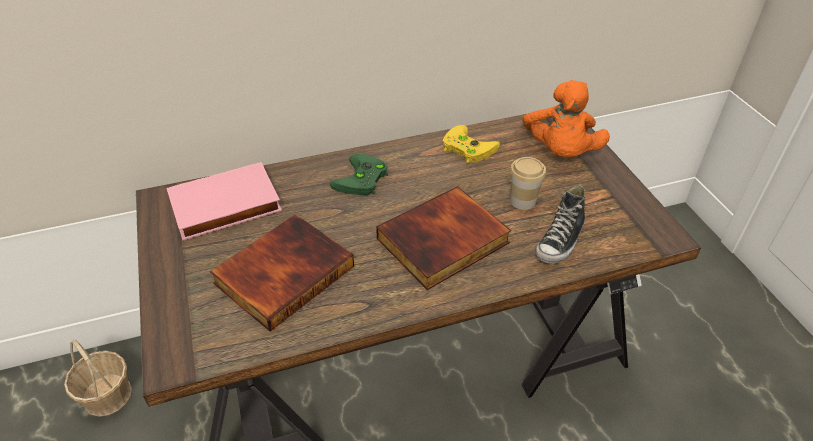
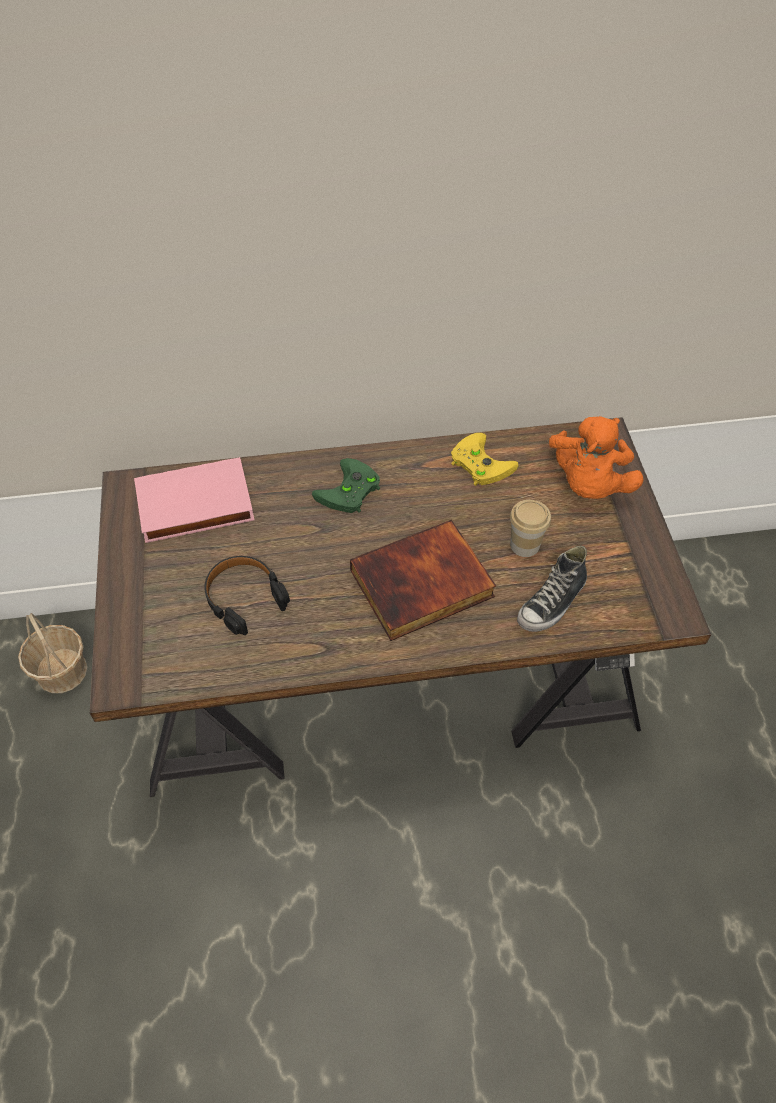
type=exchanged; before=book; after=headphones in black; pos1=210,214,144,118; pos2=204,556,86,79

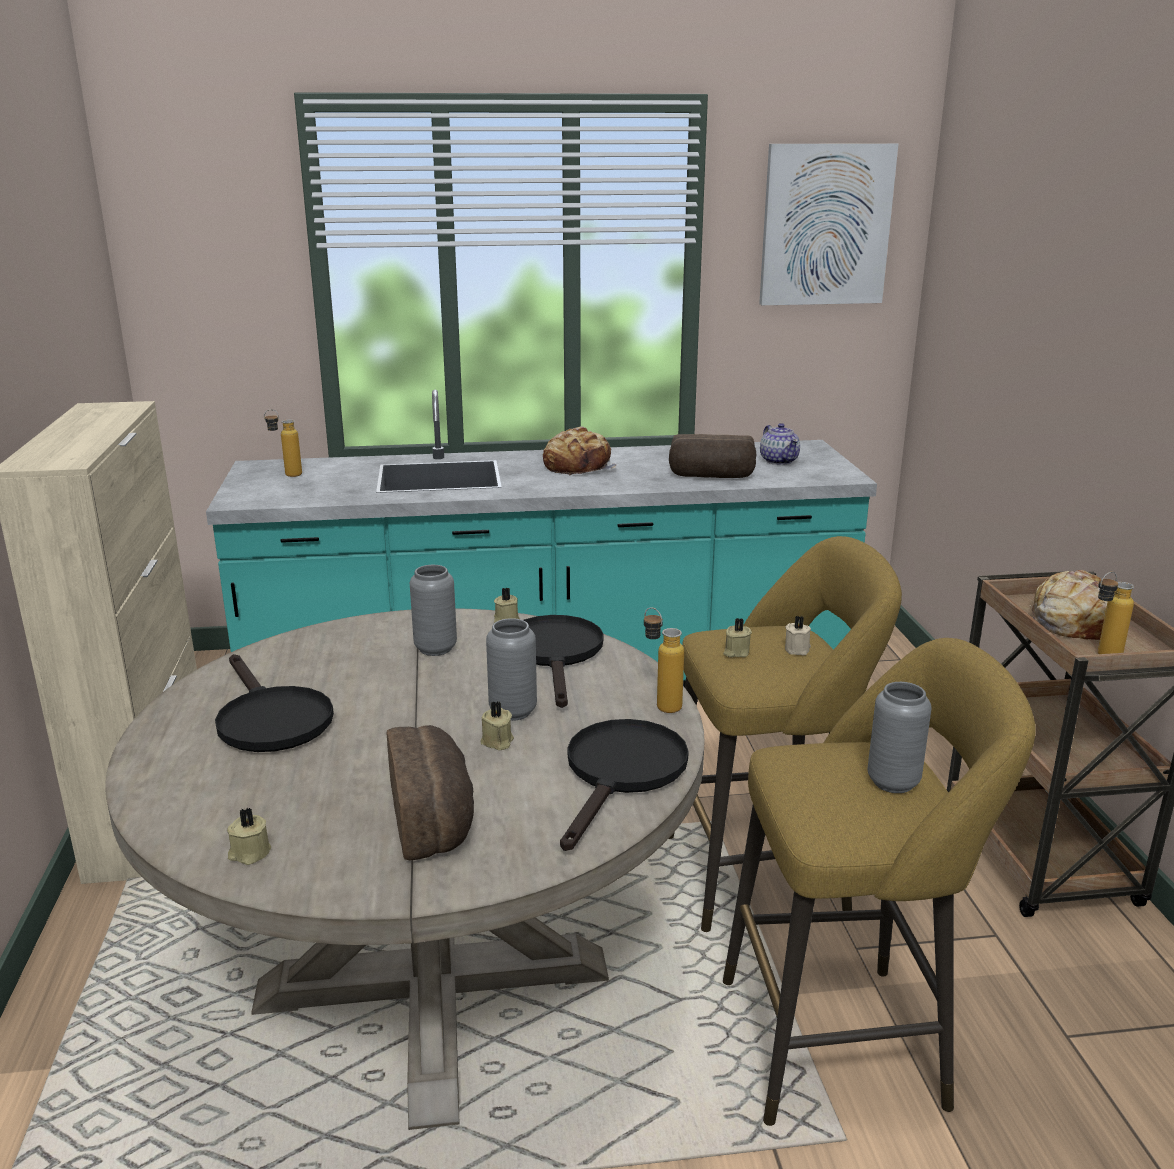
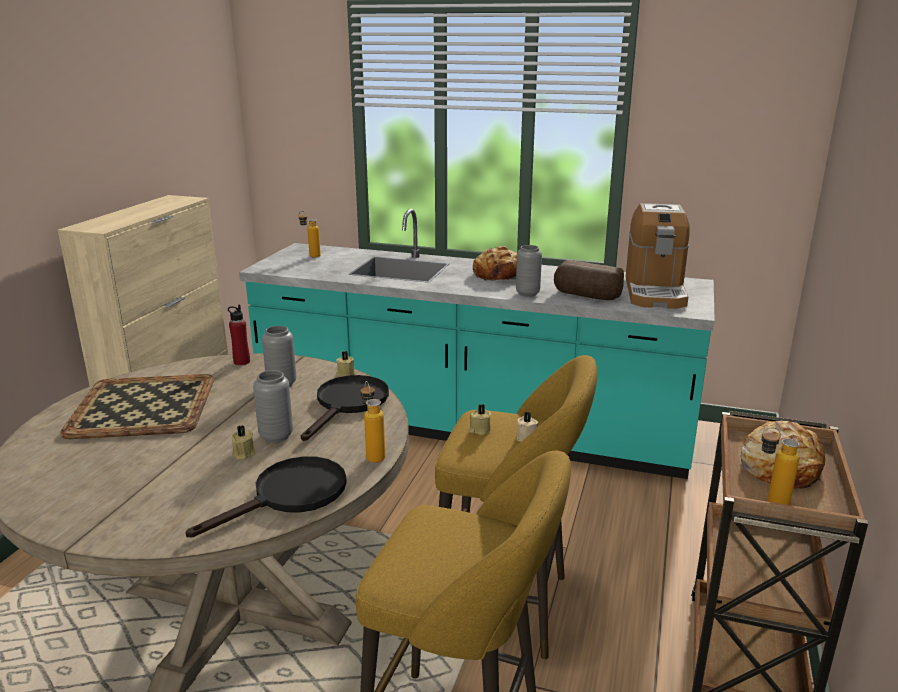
type=exchanged; before=frying pan in black; after=tray; pos1=215,654,119,98; pos2=60,374,154,65
type=missing; before=candle in beige; pos1=227,807,44,58
type=missing; before=bread; pos1=386,725,88,136
type=missing; before=picture; pos1=759,143,139,162
type=exchanged; before=teapot; after=coffee machine; pos1=760,423,40,42; pos2=626,203,64,106
type=relocated; before=vase in grey; pos1=867,682,65,111; pos2=516,245,26,52
type=appeared; after=bottle in red; pos2=228,304,22,61

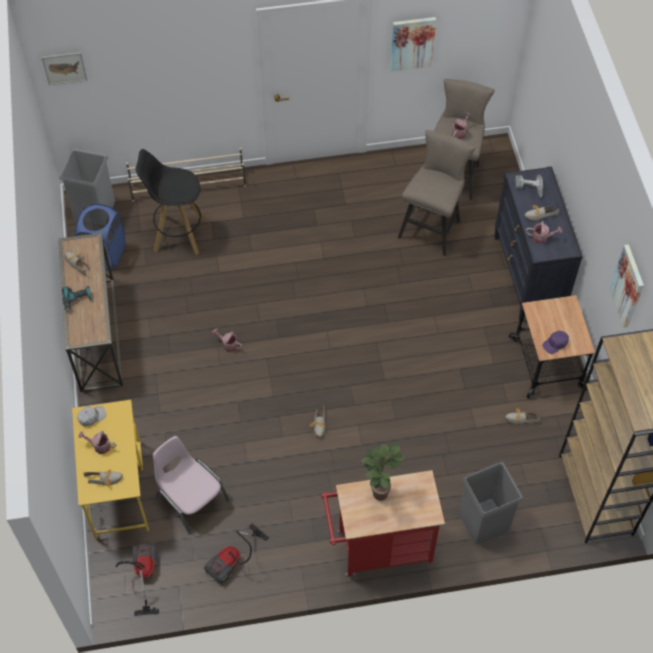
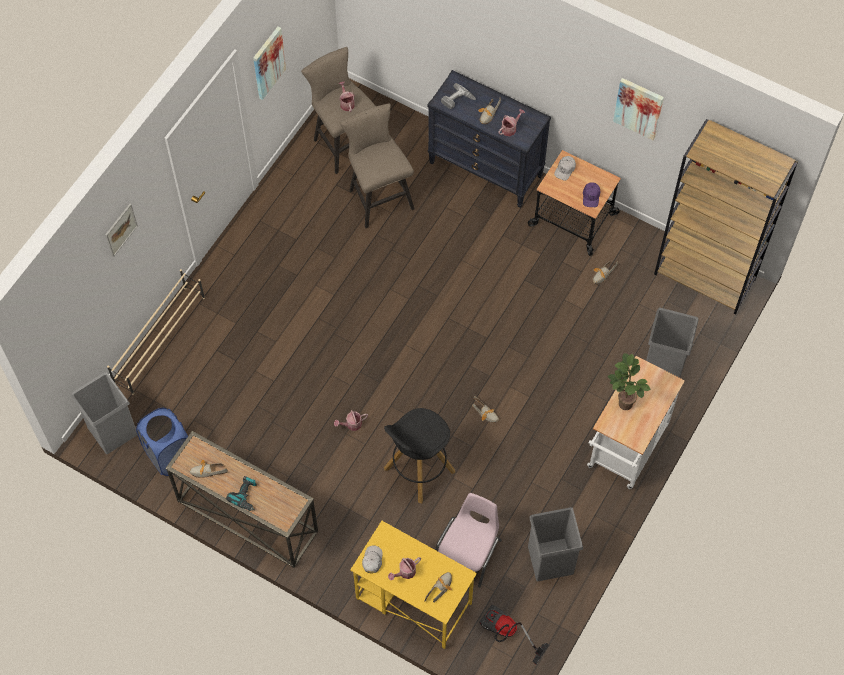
type=relocated; before=picture; pos1=42,52,45,34; pos2=105,204,33,53
type=relocated; before=stool in black; pos1=135,149,70,106; pos2=384,408,71,95
type=spun; before=chair in pink; pos1=153,436,76,98; pos2=436,493,66,95; turn=120
type=exchanged; before=vacuum cleaner; after=trash can in grey; pos1=204,523,65,61; pos2=528,507,55,75
type=colour; before=cart in red; after=cart in white; pos1=321,470,124,107; pos2=587,356,98,134
type=appeared; after=cap in white; pos2=554,156,22,25

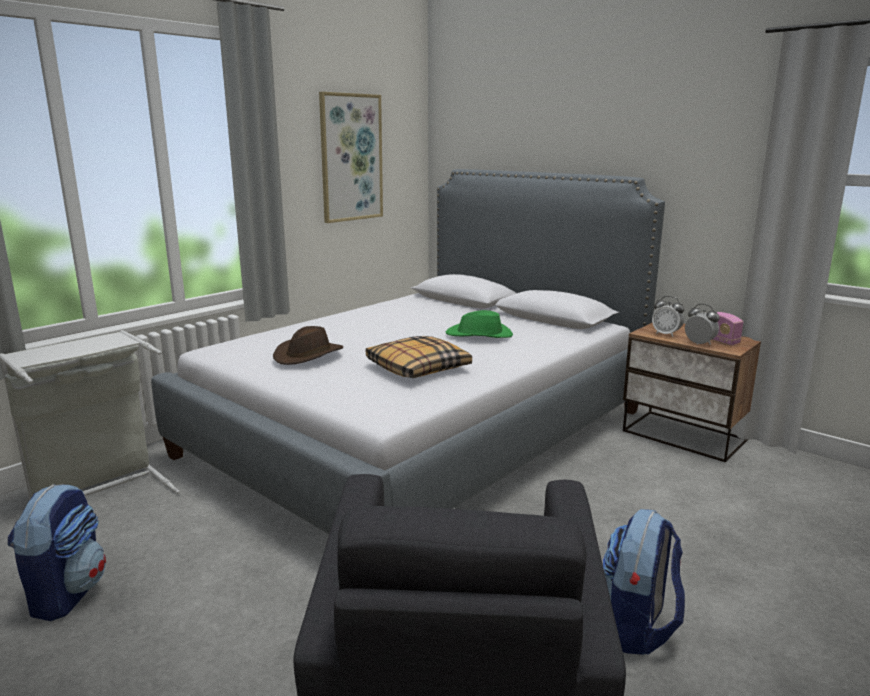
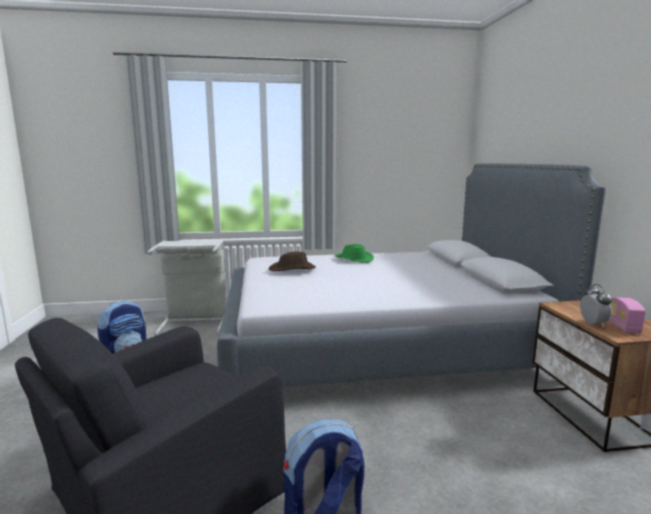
type=missing; before=picture; pos1=319,92,64,131
type=missing; before=pillow; pos1=366,336,106,42
type=relocated; before=hat in green; pos1=446,310,67,28; pos2=334,244,40,19
type=missing; before=alarm clock; pos1=652,296,32,41

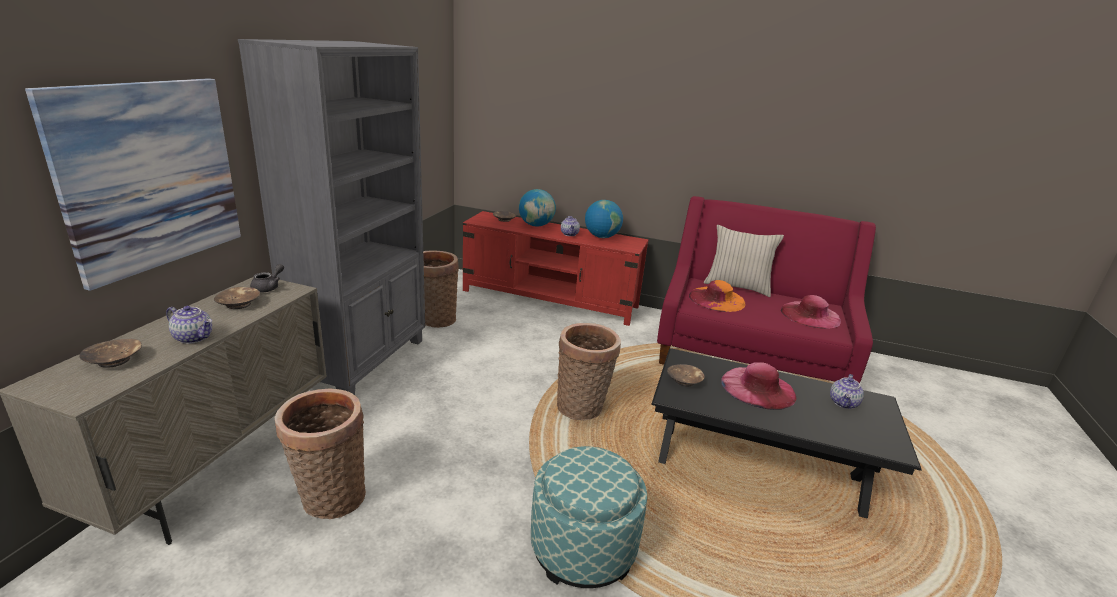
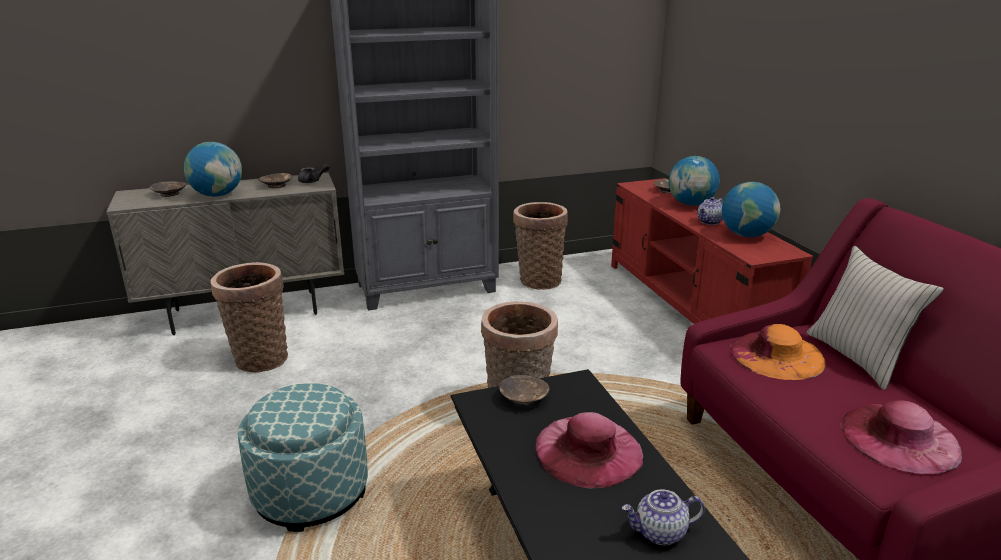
type=missing; before=picture; pos1=25,78,216,213
type=exchanged; before=teapot; after=globe; pos1=166,306,46,38; pos2=184,142,58,55

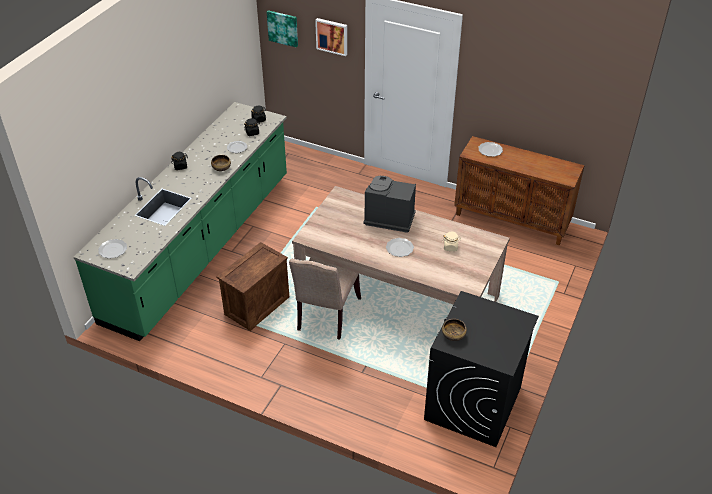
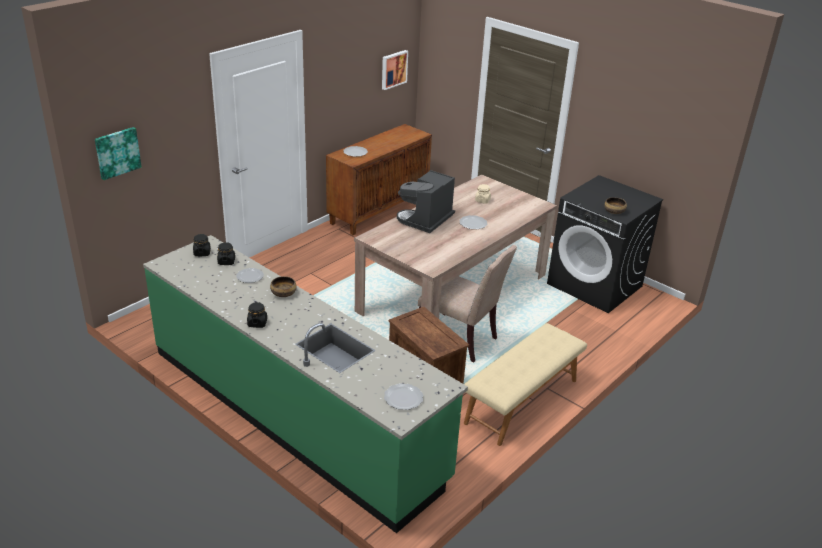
type=relocated; before=picture; pos1=315,18,32,38; pos2=382,50,26,40
type=appeared; after=bench in beige; pos2=464,323,123,123

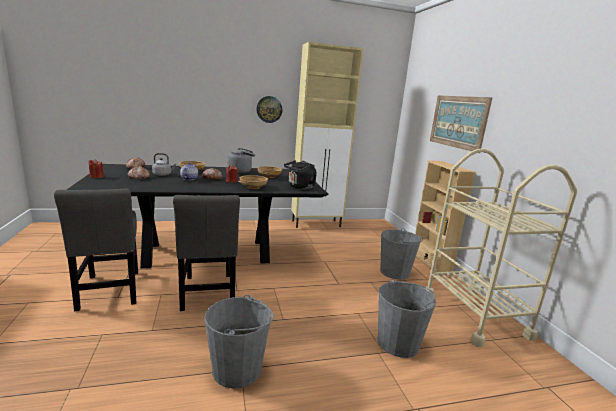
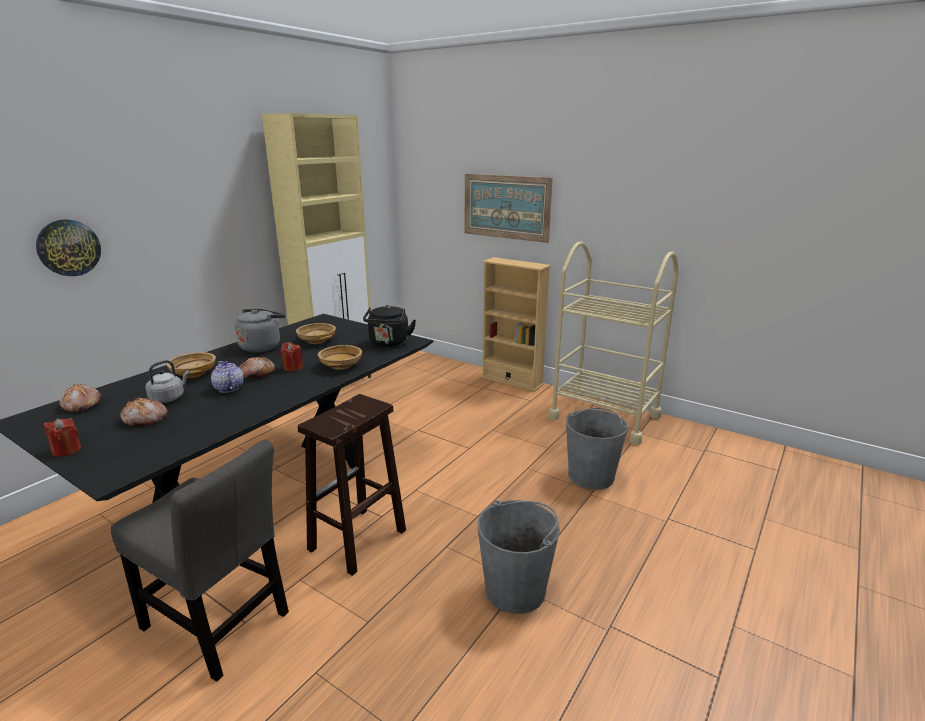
type=exchanged; before=chair in grey; after=stool in brown; pos1=173,195,67,116; pos2=298,394,108,182
type=relocated; before=wall clock; pos1=256,96,26,27; pos2=36,219,65,57
type=missing; before=bucket in grey; pos1=380,228,43,52

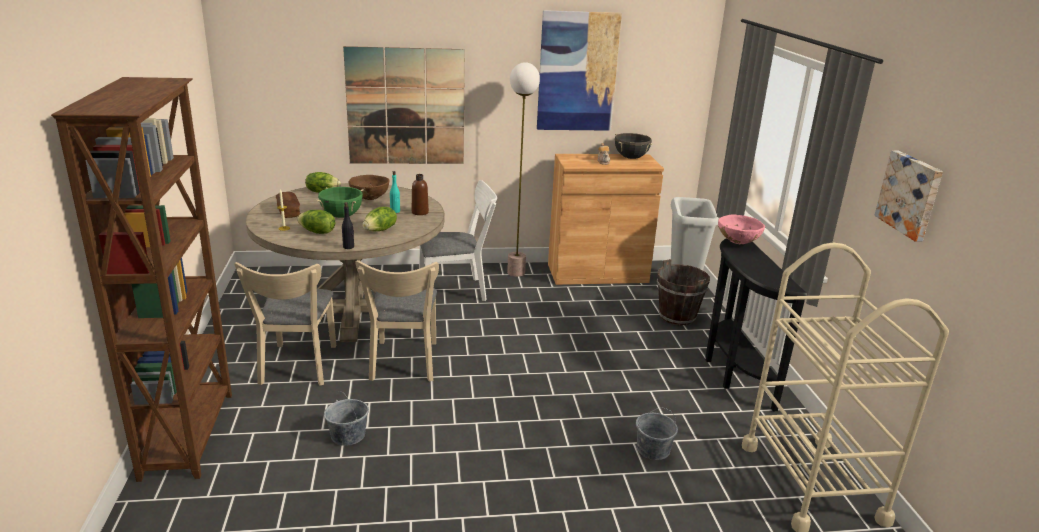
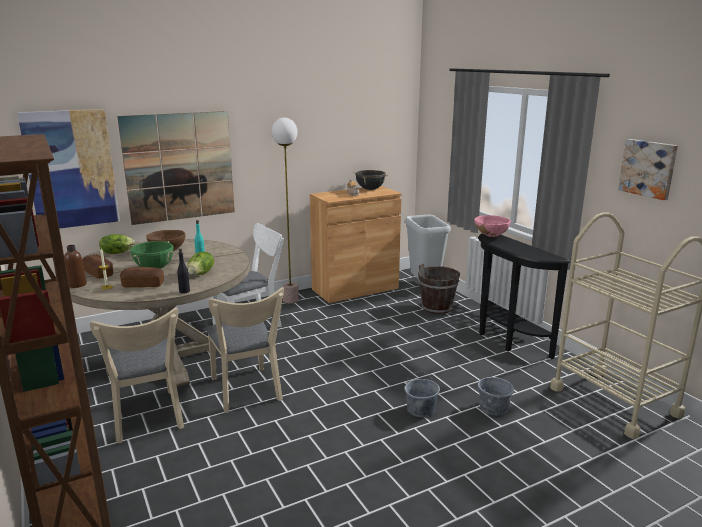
type=exchanged; before=lettuce; after=bread; pos1=297,210,38,24; pos2=120,267,44,21
type=relocated; before=bucket in grey; pos1=324,391,45,55; pos2=405,372,35,45
type=relocated; before=bottle in brown; pos1=412,174,17,41; pos2=64,245,23,43
type=relocated; before=picture; pos1=537,10,85,121; pos2=17,109,103,120

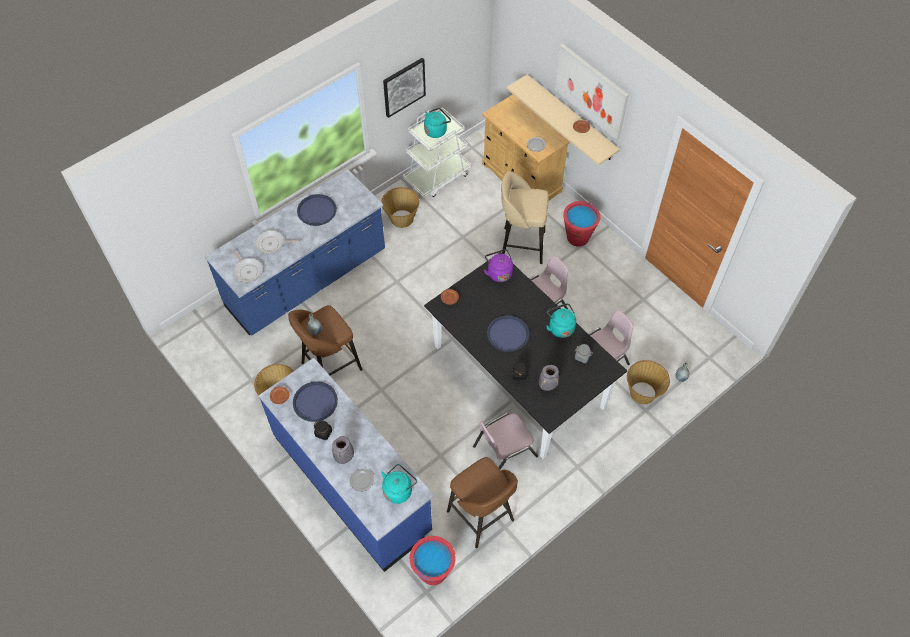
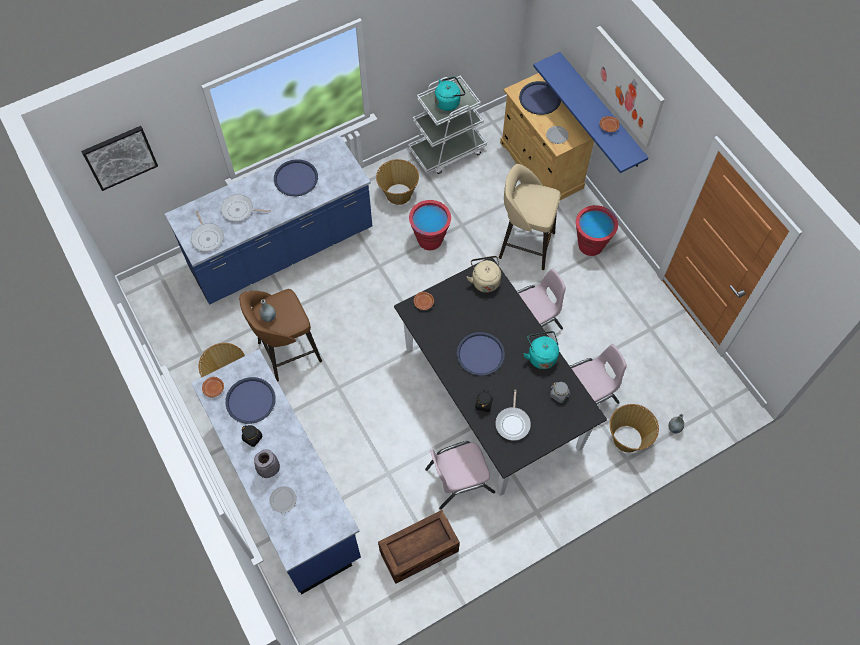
type=missing; before=kettle in turquoise; pos1=381,464,36,40
type=relocated; before=picture; pos1=383,58,43,60; pos2=81,126,77,65
type=relocated; before=bucket in red; pos1=410,536,46,49; pos2=409,200,42,50
type=exchanged; before=stool in brown; after=crate; pos1=447,457,71,91; pos2=378,510,82,74
type=colour; before=kettle in purple; after=kettle in beige; pos1=484,249,29,33; pos2=467,256,34,37
type=colour; before=shelf in beige; after=shelf in blue; pos1=506,75,114,90; pos2=533,52,116,121
type=exchanged; before=vase in grey; after=frying pan; pos1=539,365,20,26; pos2=495,390,36,50
type=appeared; after=tray in blue; pos2=519,81,42,34

